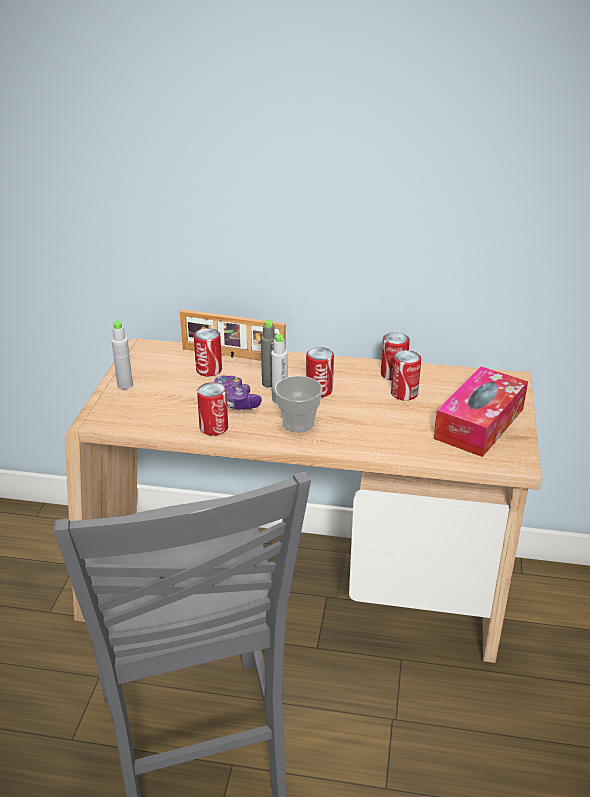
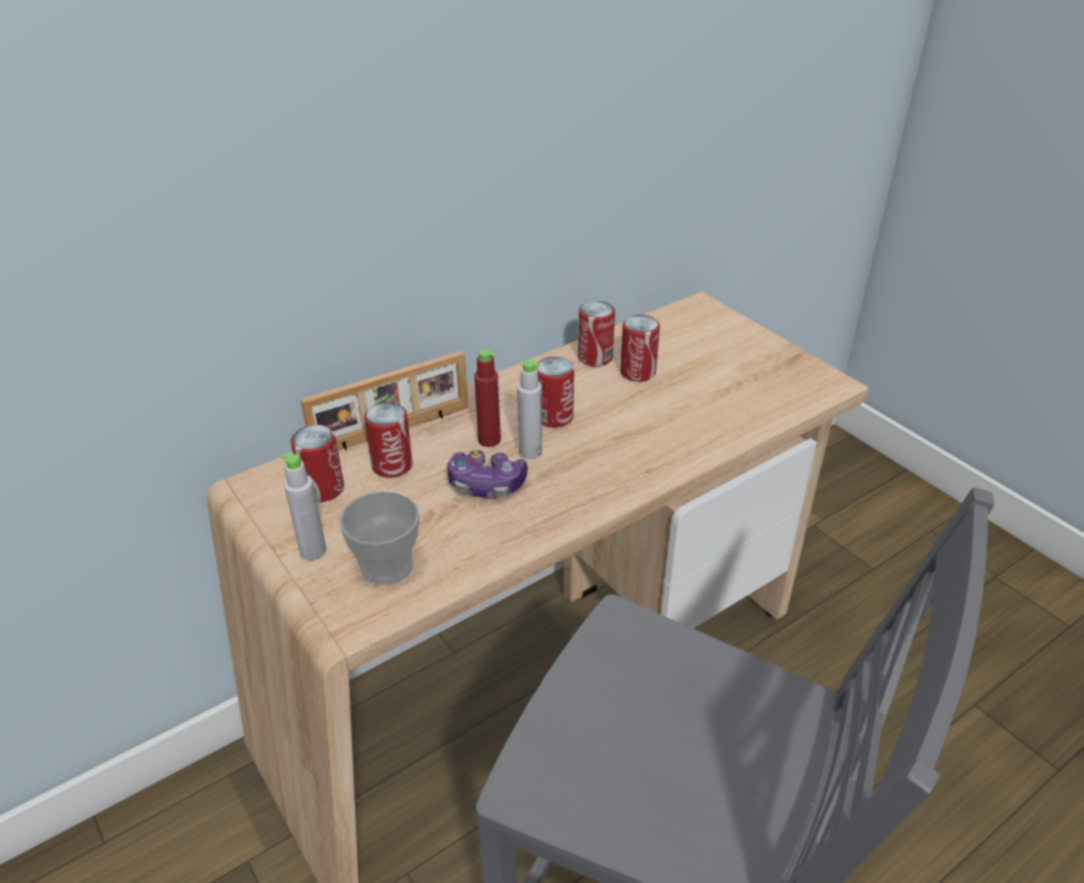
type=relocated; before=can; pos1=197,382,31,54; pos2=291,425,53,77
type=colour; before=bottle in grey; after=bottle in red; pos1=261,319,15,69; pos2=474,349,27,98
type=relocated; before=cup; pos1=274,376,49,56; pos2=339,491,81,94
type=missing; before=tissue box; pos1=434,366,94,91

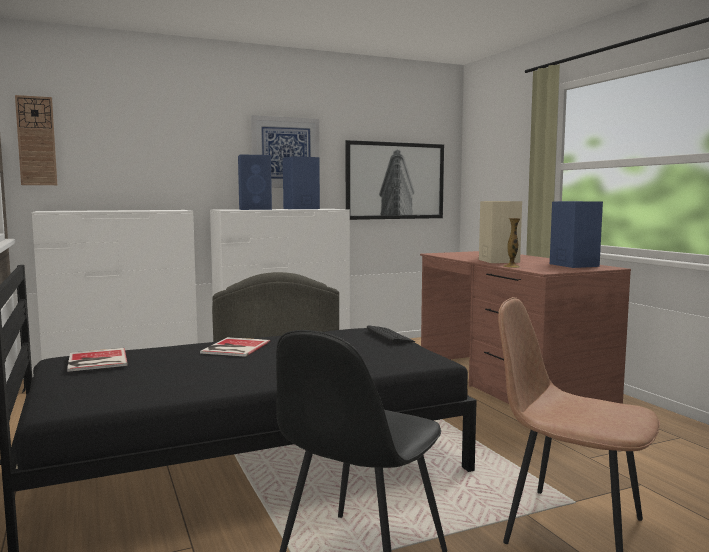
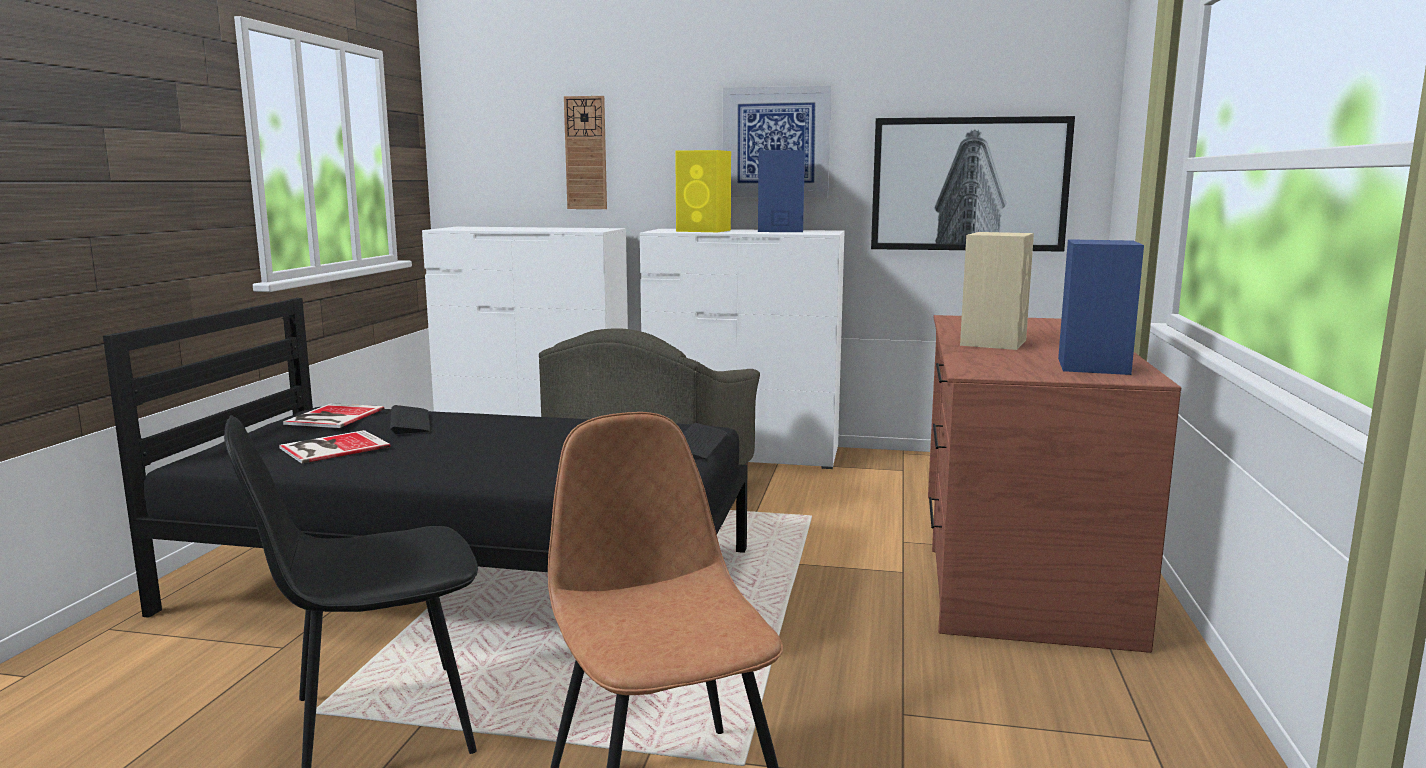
type=relocated; before=wall clock; pos1=15,95,42,90; pos2=564,96,43,113
type=relocated; before=book; pos1=200,337,70,20; pos2=279,430,111,33
type=colour; before=speaker in blue; after=speaker in yellow; pos1=238,154,34,56; pos2=675,150,56,82
type=missing; before=vase; pos1=503,218,18,50
type=appeared; after=keyboard; pos2=390,405,40,29

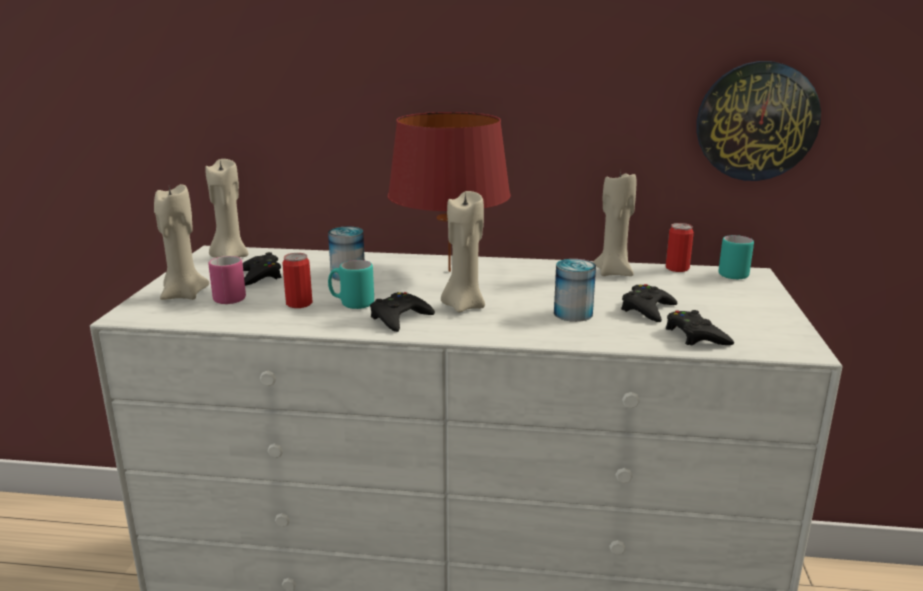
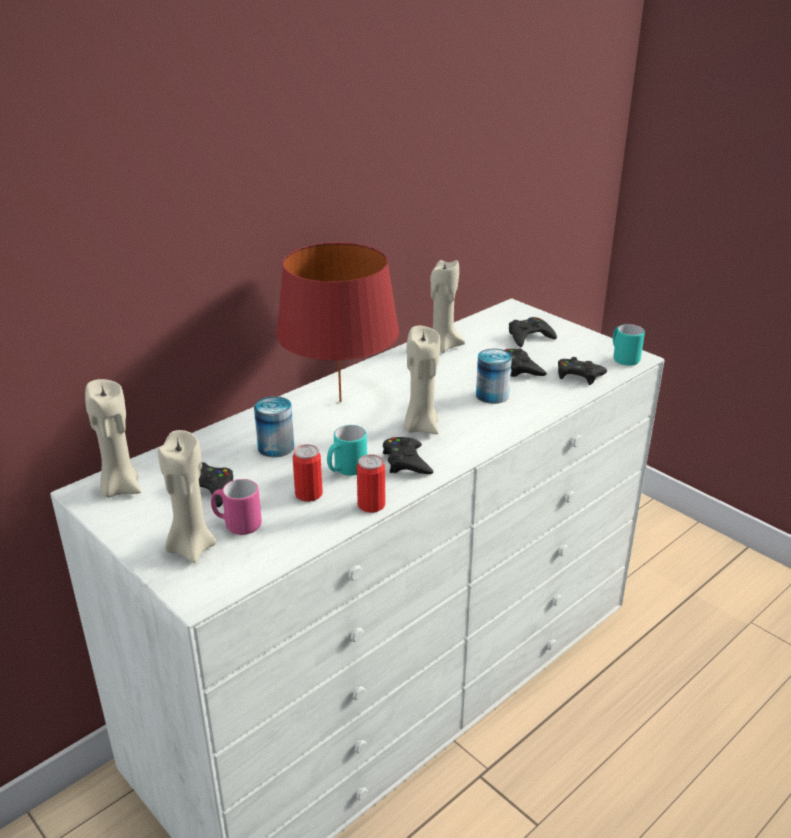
type=relocated; before=can; pos1=666,223,28,49; pos2=357,454,28,59
type=missing; before=wall clock; pos1=697,61,124,120
type=relocated; before=mug in turquoise; pos1=719,235,35,44; pos2=613,324,32,42
type=appeared; after=game controller in black; pos2=509,317,48,30

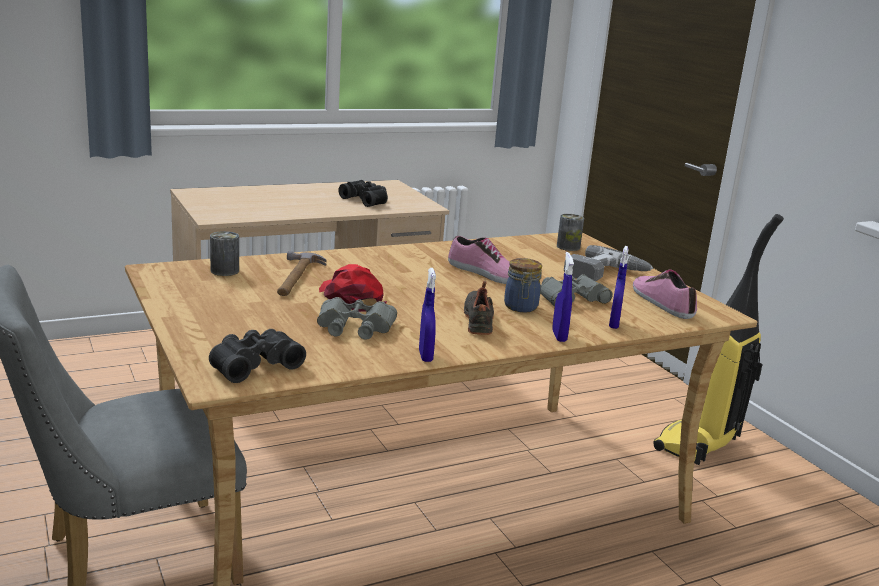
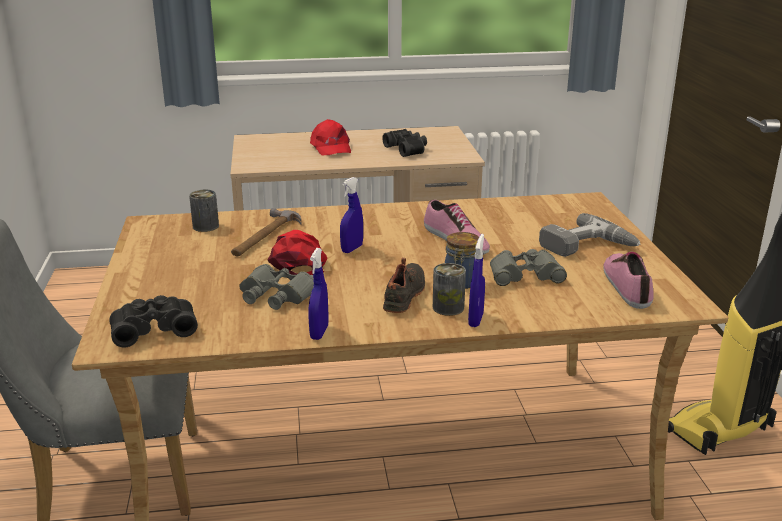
type=relocated; before=can; pos1=557,214,27,37; pos2=433,263,33,53
type=relocated; before=spray bottle in blue; pos1=609,246,20,83; pos2=340,177,23,76
type=appeared; after=cap in red; pos2=310,119,41,36

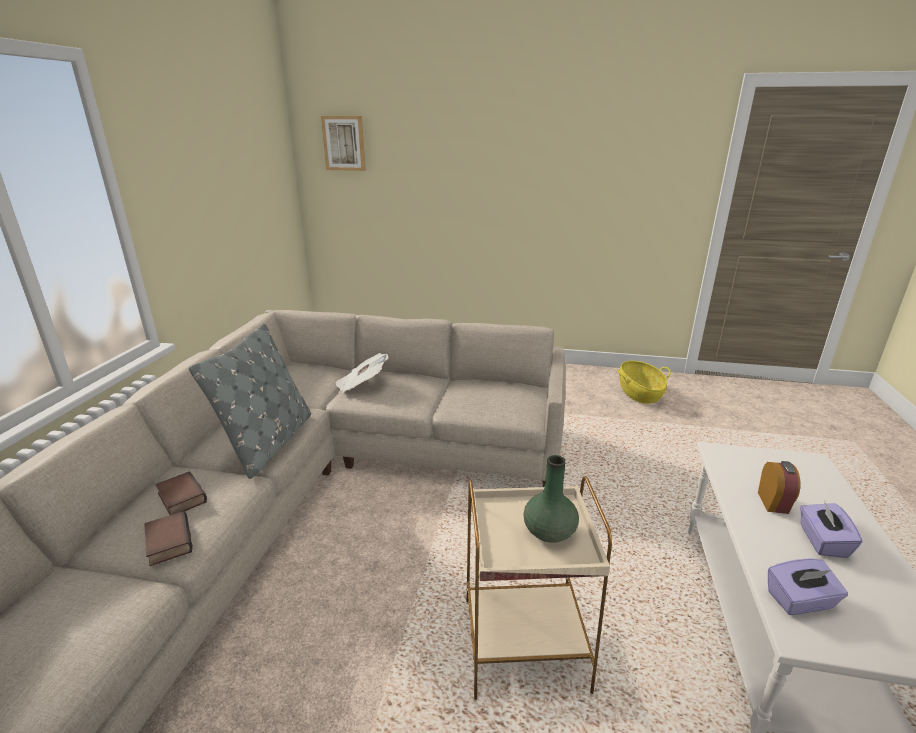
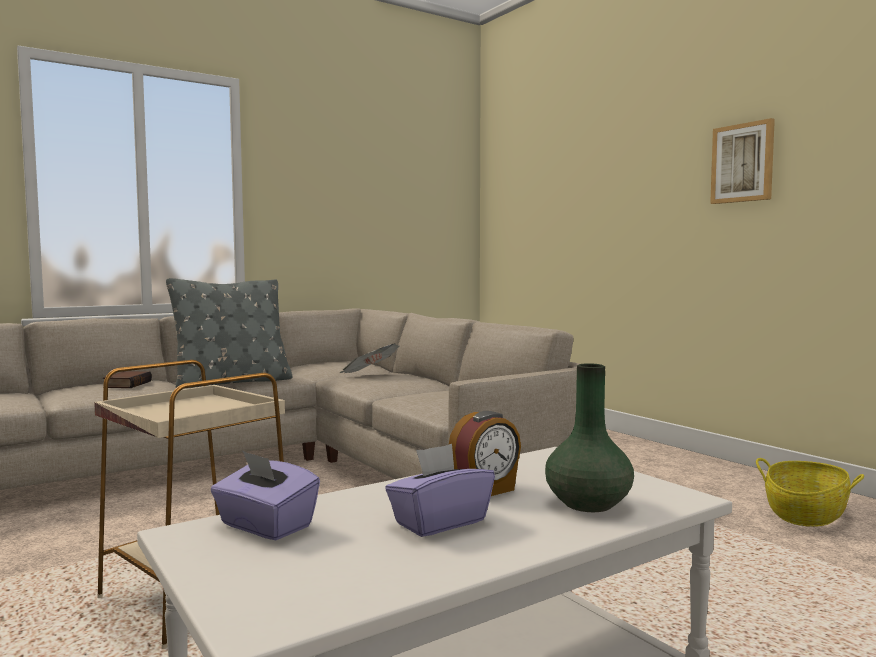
type=missing; before=book; pos1=144,511,49,55
type=relocated; before=picture; pos1=321,116,45,55; pos2=710,118,65,86
type=relocated; before=vase in green; pos1=523,455,56,88; pos2=545,363,89,149

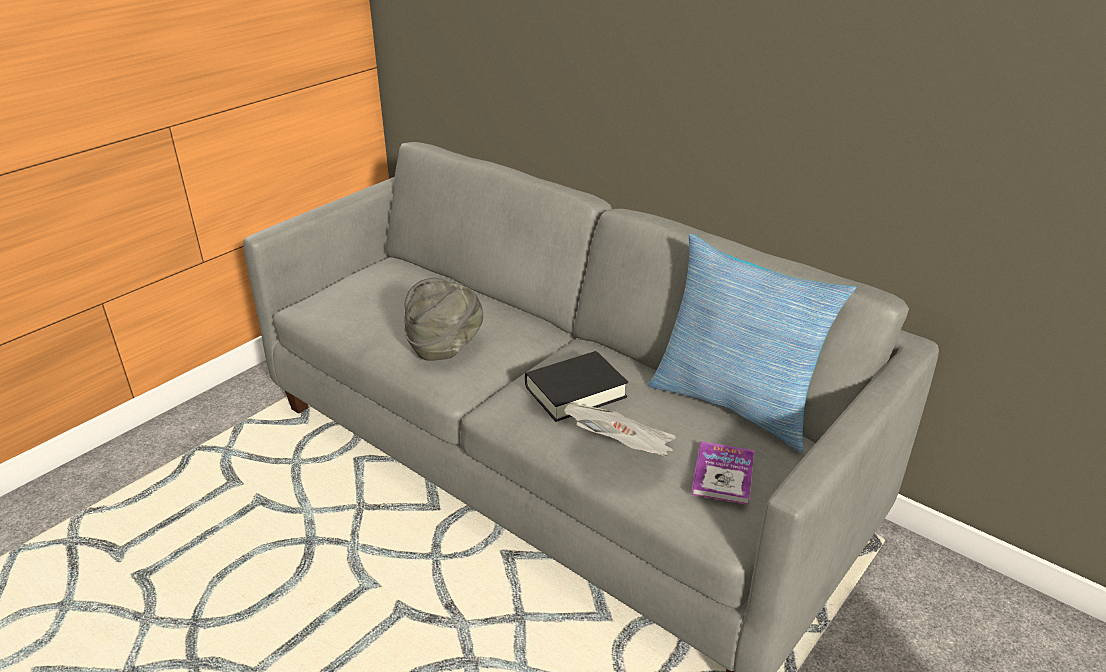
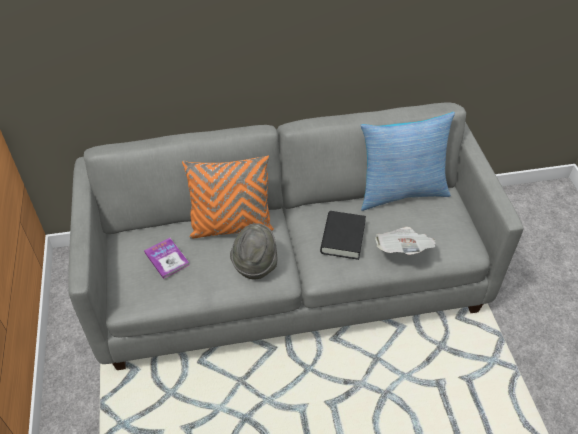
type=relocated; before=book; pos1=691,441,63,64; pos2=144,238,45,41
type=appeared; after=pillow in orange; pos2=182,156,92,83

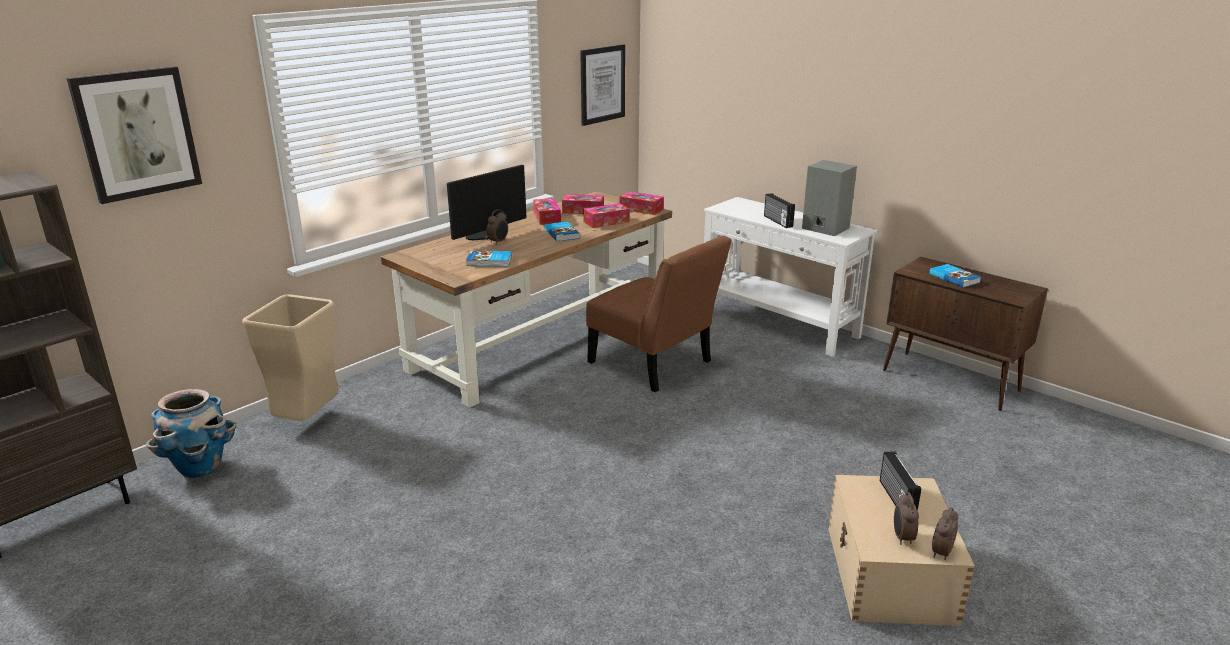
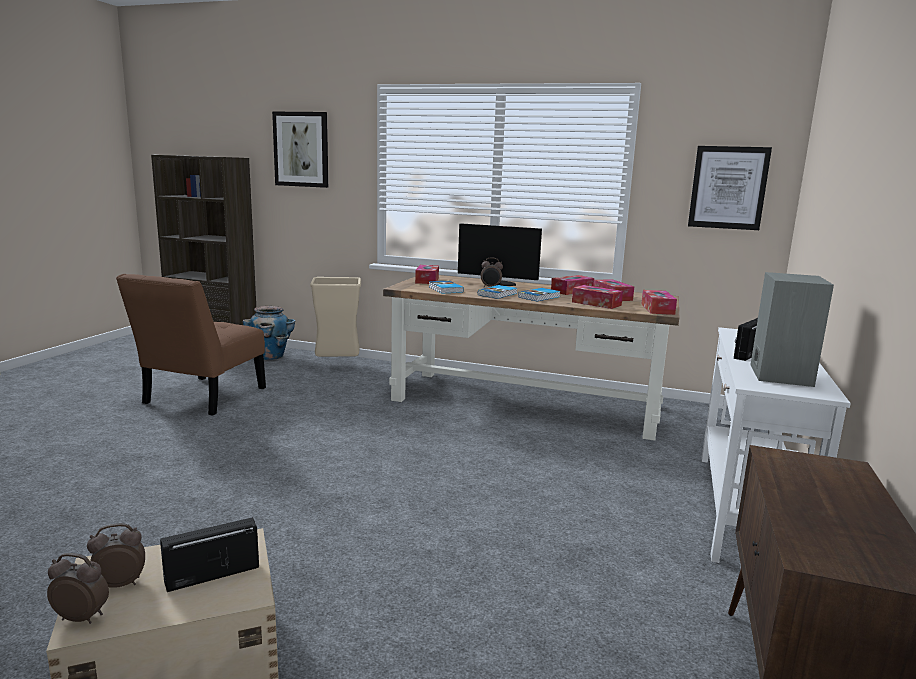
type=relocated; before=chair in brown; pos1=586,235,146,157; pos2=116,274,150,142
type=relocated; before=book; pos1=929,264,52,24; pos2=478,285,39,14
type=appeared; after=tissue box; pos2=415,265,24,19

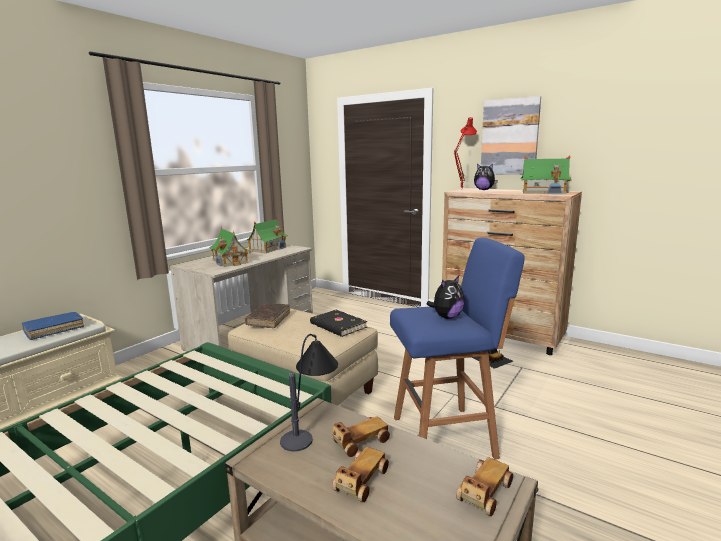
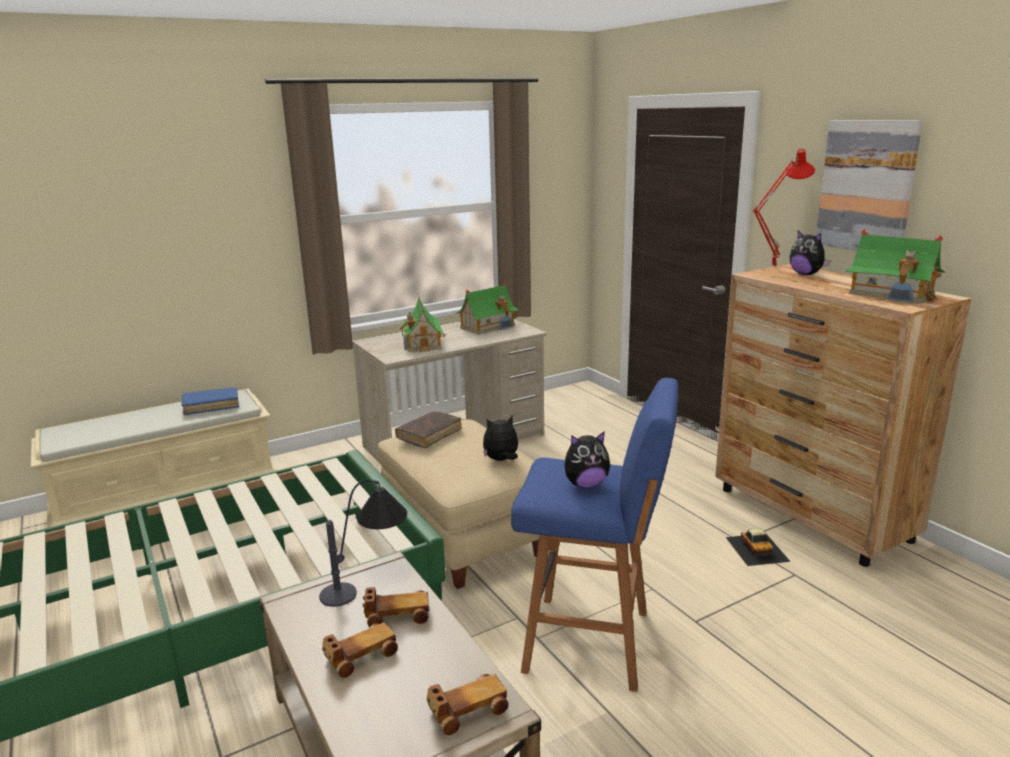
type=exchanged; before=book in black; after=plush toy; pos1=310,310,57,27; pos2=483,416,35,45

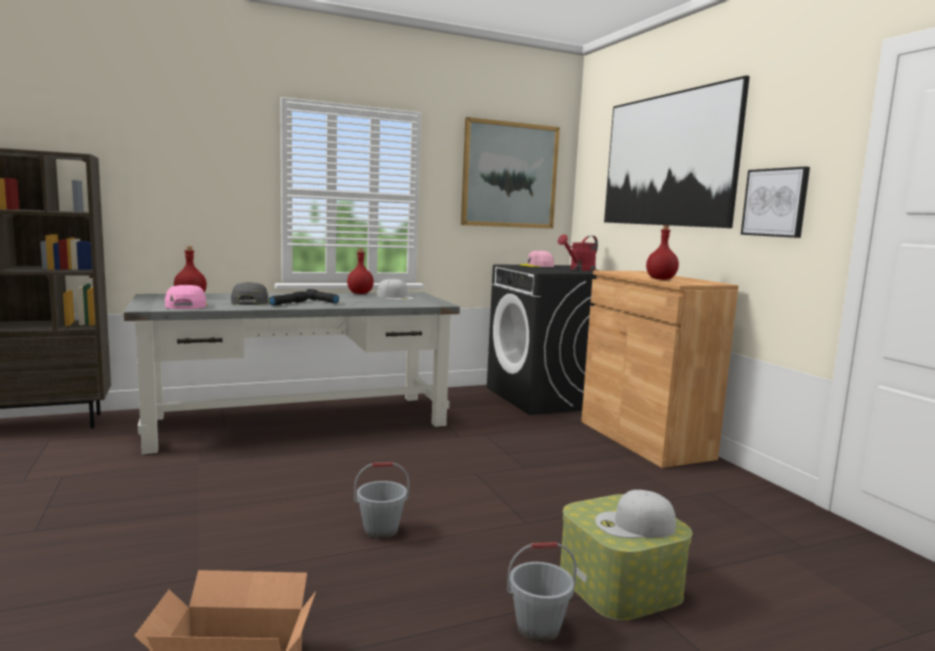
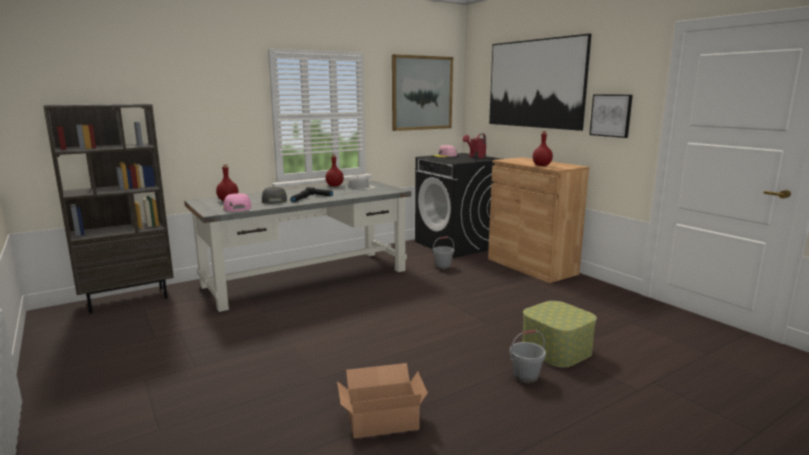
type=relocated; before=bucket in grey; pos1=354,462,56,77; pos2=433,236,21,33
type=missing; before=cap in white; pos1=595,490,81,48

